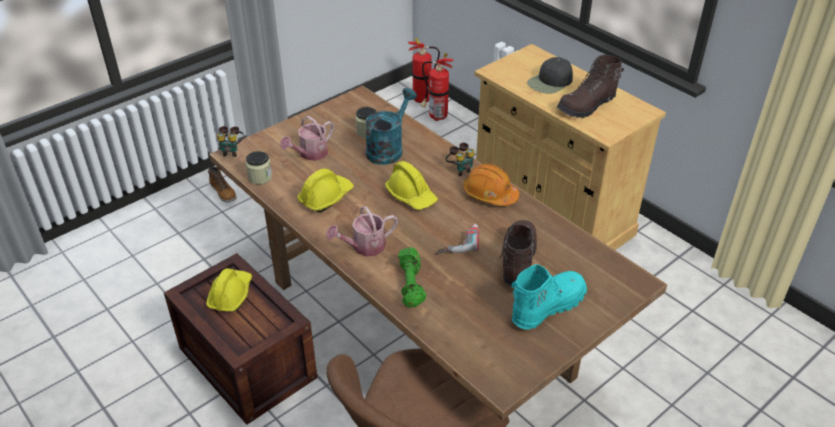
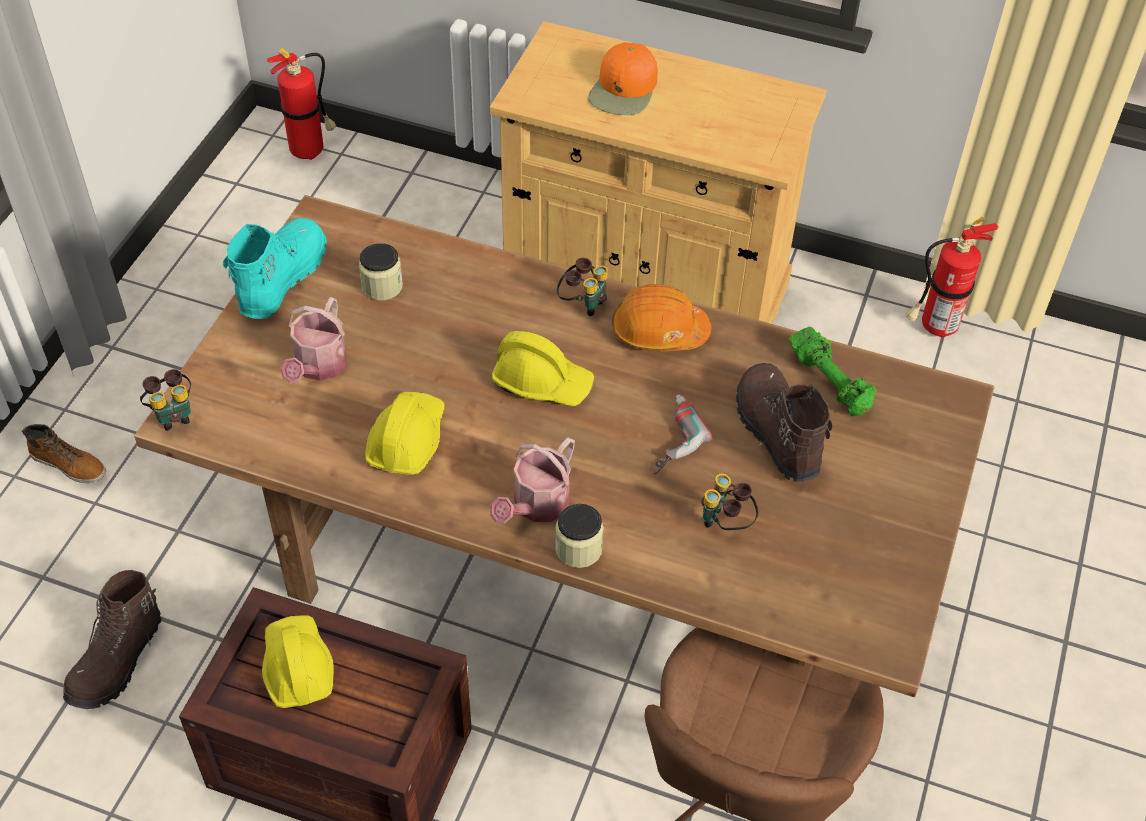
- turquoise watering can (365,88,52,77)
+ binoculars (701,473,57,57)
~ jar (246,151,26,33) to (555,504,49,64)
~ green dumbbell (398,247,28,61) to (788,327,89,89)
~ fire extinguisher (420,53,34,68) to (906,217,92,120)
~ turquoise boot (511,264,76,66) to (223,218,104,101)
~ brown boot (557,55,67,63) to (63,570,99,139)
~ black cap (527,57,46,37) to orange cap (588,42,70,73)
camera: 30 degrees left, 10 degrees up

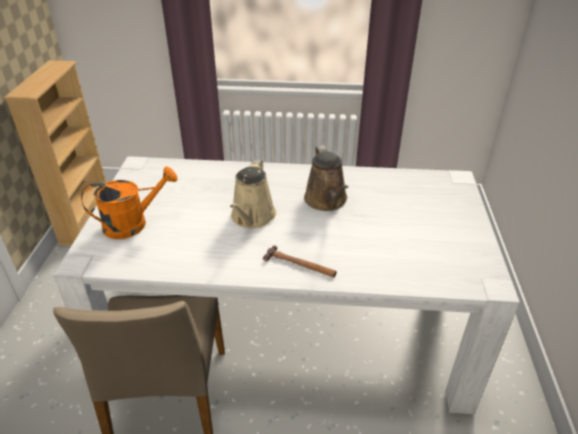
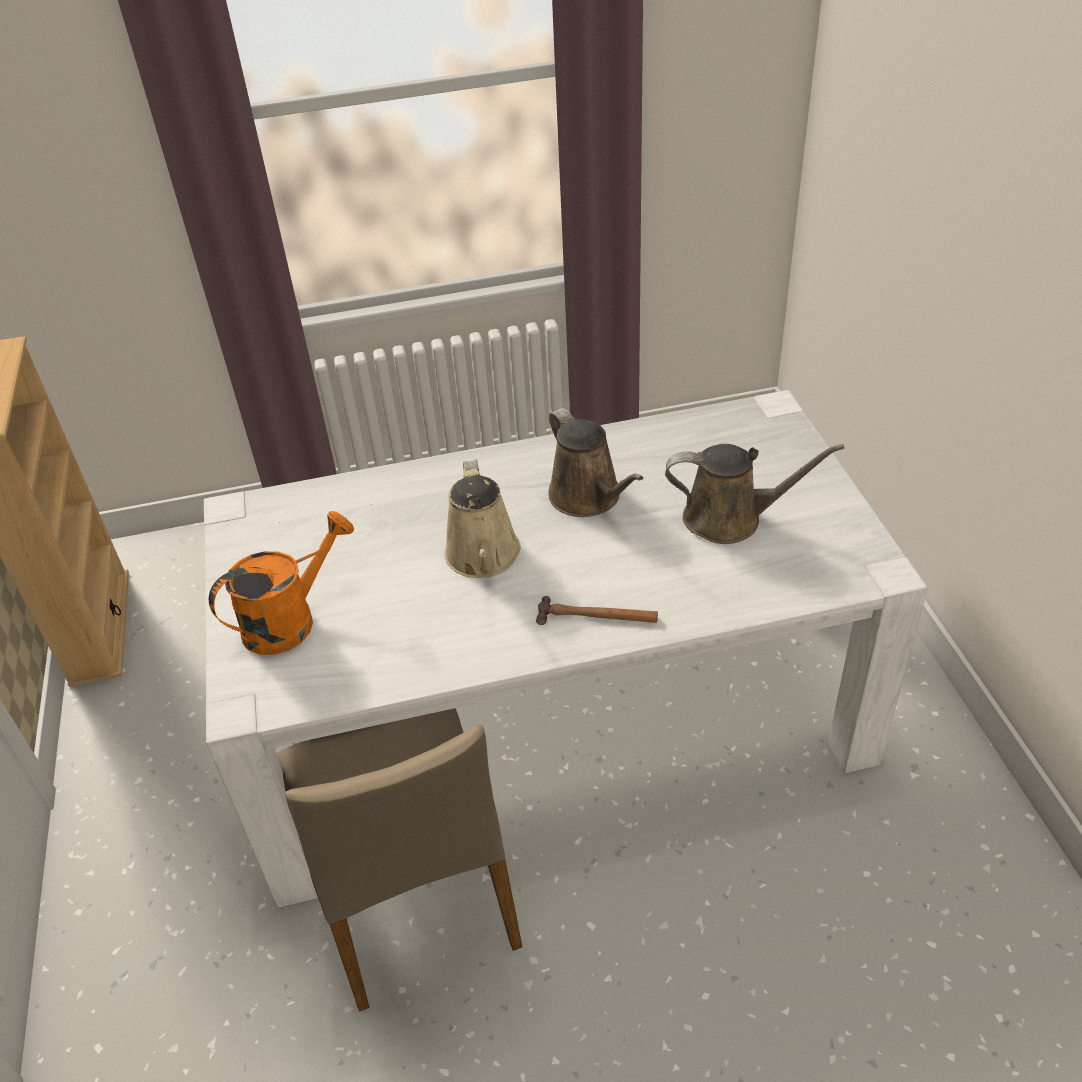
+ brown watering can (665,444,179,100)
camera: 15 degrees left, 5 degrees up

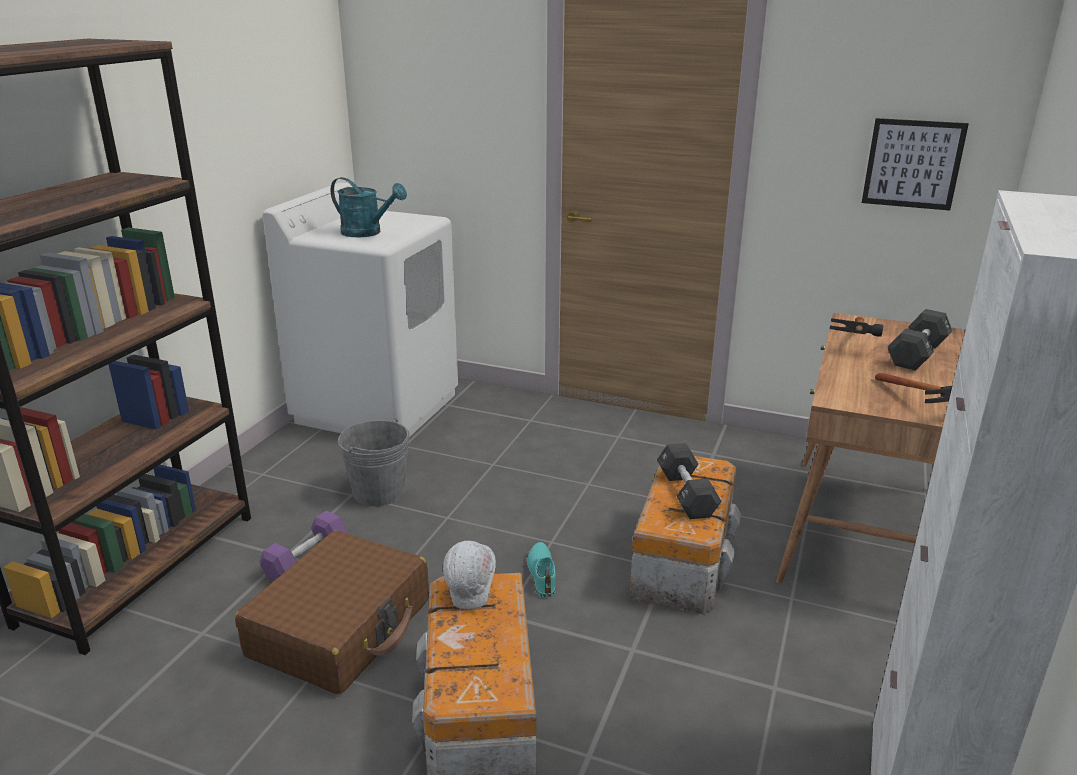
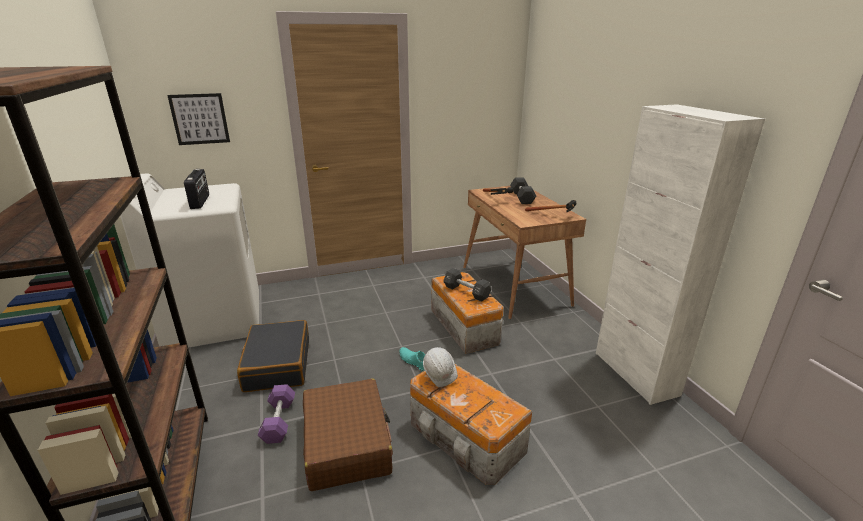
~ picture (862,118,107,93) to (167,93,63,52)
~ turquoise watering can (331,177,76,60) to radio (184,169,25,40)
~ grey bucket (338,419,72,87) to black suitcase (237,320,72,72)
camera: 40 degrees left, 0 degrees up

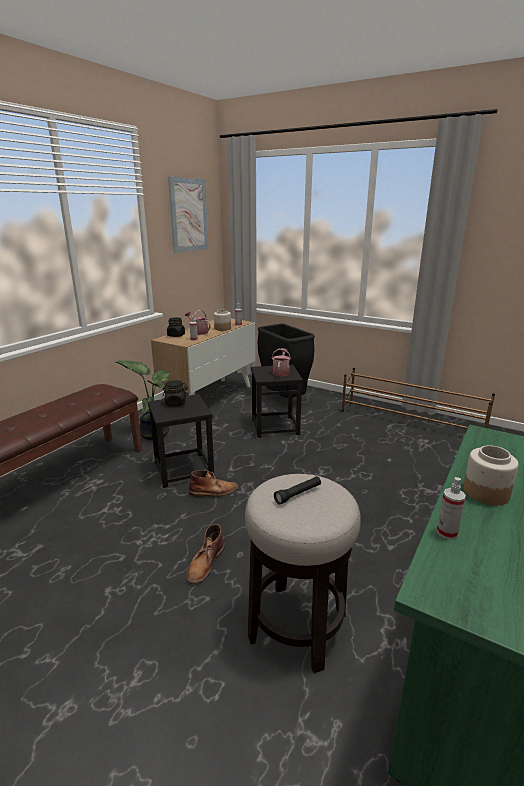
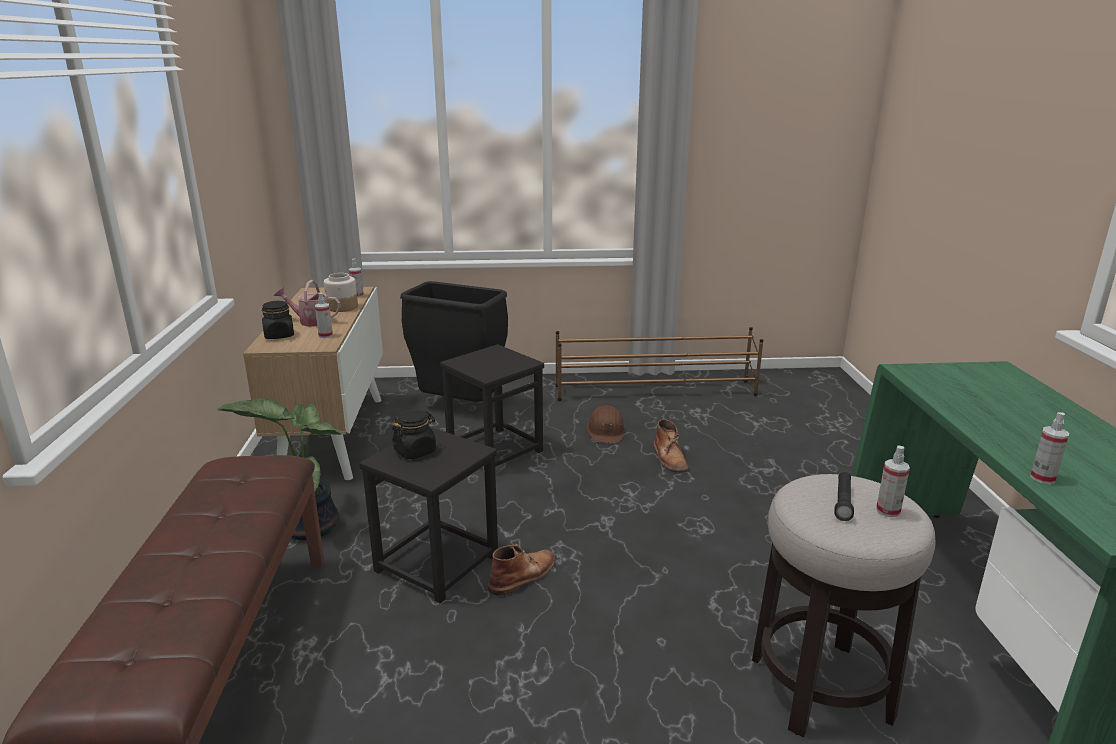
- picture (168,177,40,76)
- watering can (272,348,19,28)
- jar (463,445,56,61)
+ brown hard hat (587,405,38,38)
+ spray bottle (876,445,34,72)
~ brown boot (186,524,39,60) to (653,419,35,53)
camera: 35 degrees left, 0 degrees up

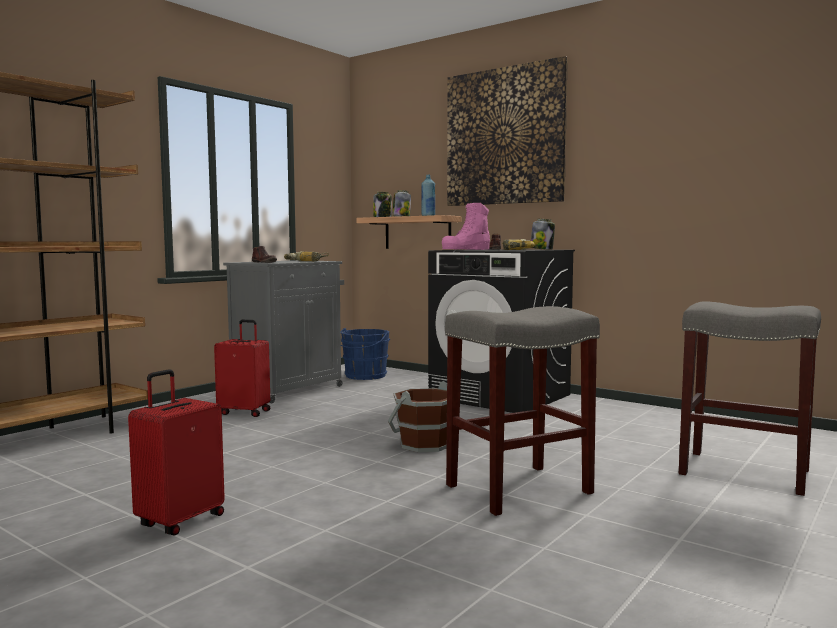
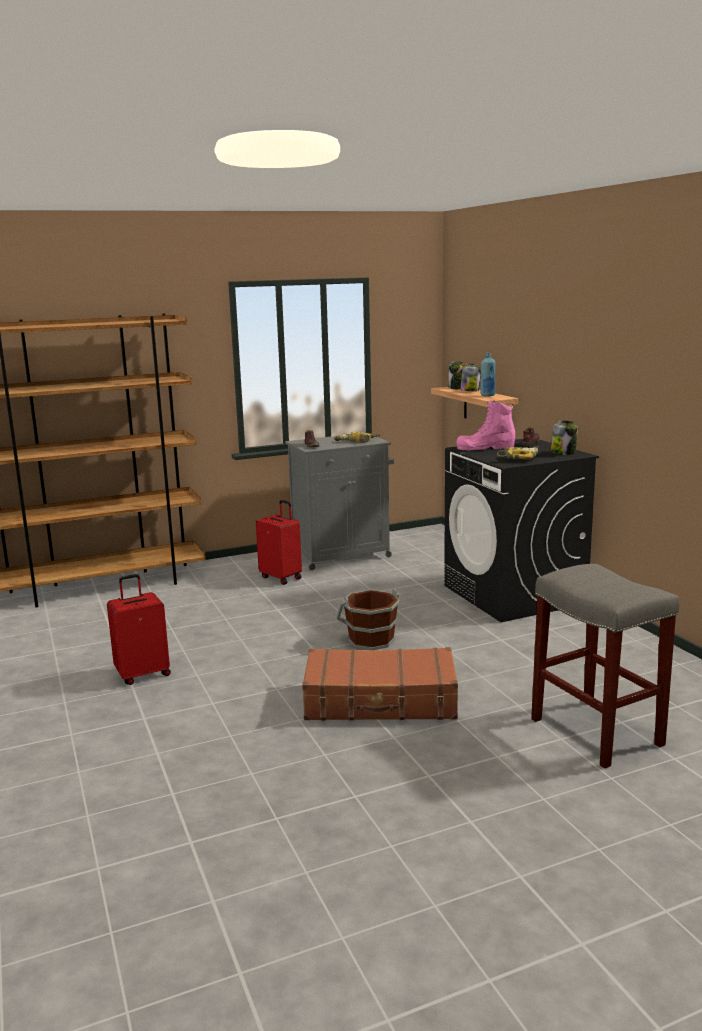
- blue bucket (341,328,49,52)
- picture (447,56,121,150)
~ grey stool (445,306,155,210) to brown suitcase (302,647,156,74)
camera: 30 degrees right, 10 degrees up

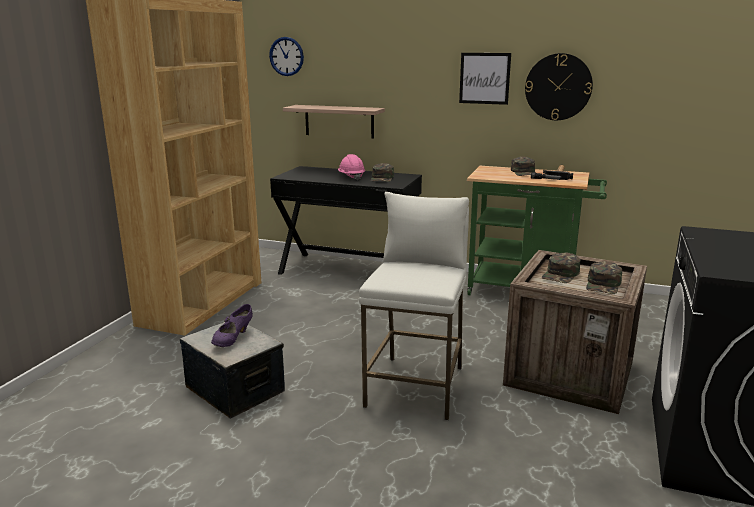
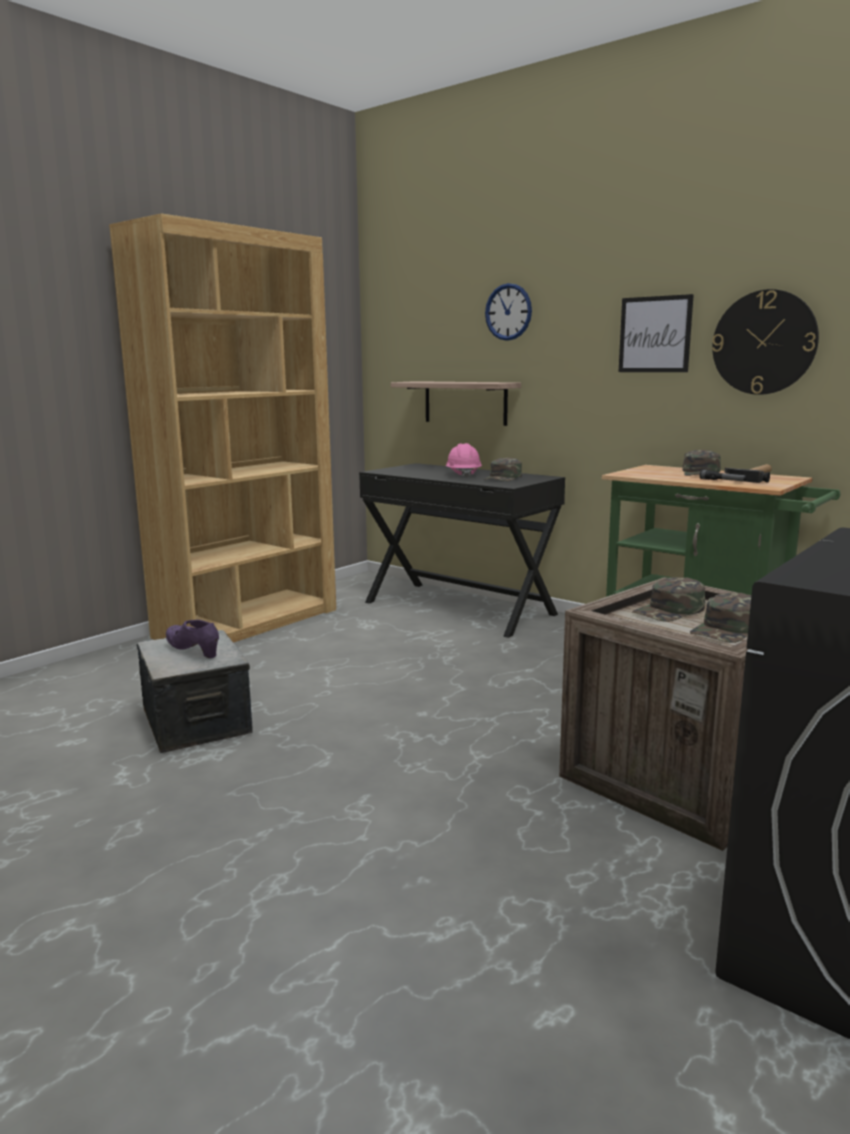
- white stool (359,192,110,228)
~ wall clock (269,37,35,39) to (485,283,47,58)
~ purple shoe (211,304,42,43) = (166,619,53,39) 90 degrees clockwise
camera: 20 degrees right, 5 degrees down

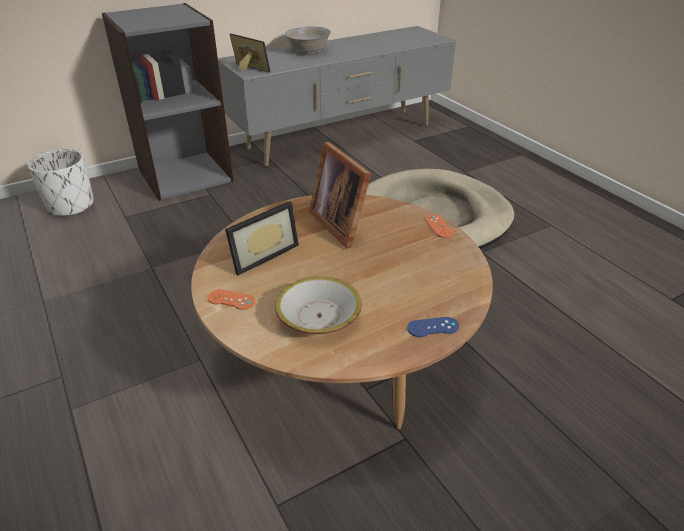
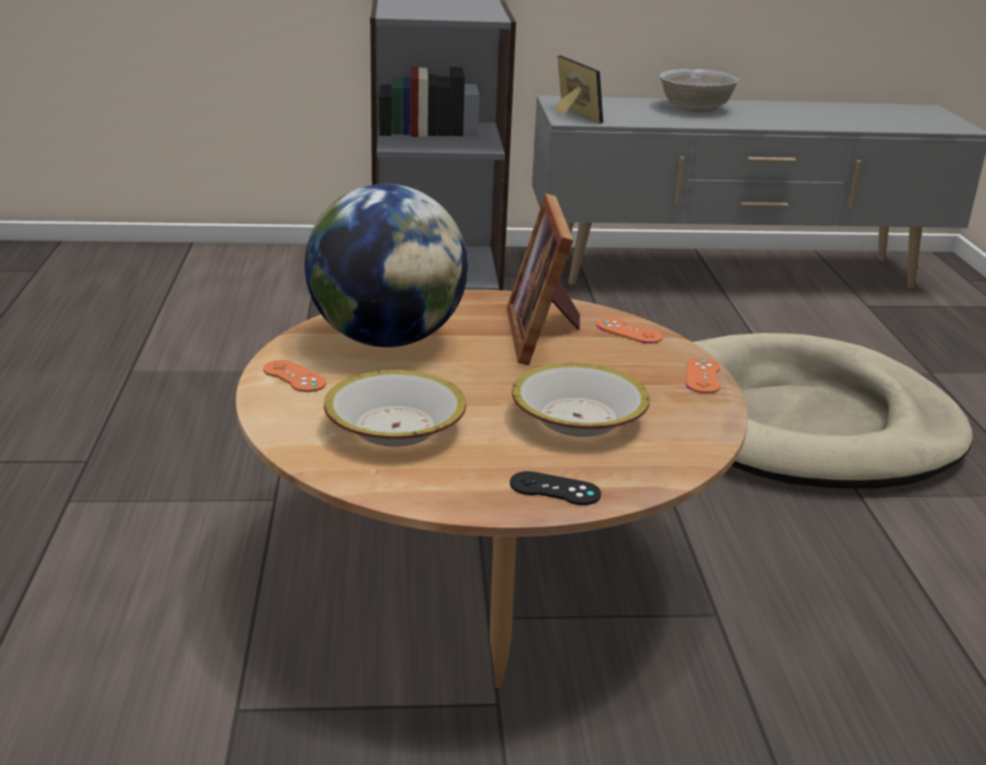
- white planter (27,149,67,67)
+ bowl (512,363,138,74)
+ orange game controller (597,318,66,26)
~ picture frame (225,201,74,74) to globe (305,184,163,163)
~ blue game controller (407,317,52,20) to black game controller (510,471,91,34)
camera: 25 degrees right, 10 degrees down

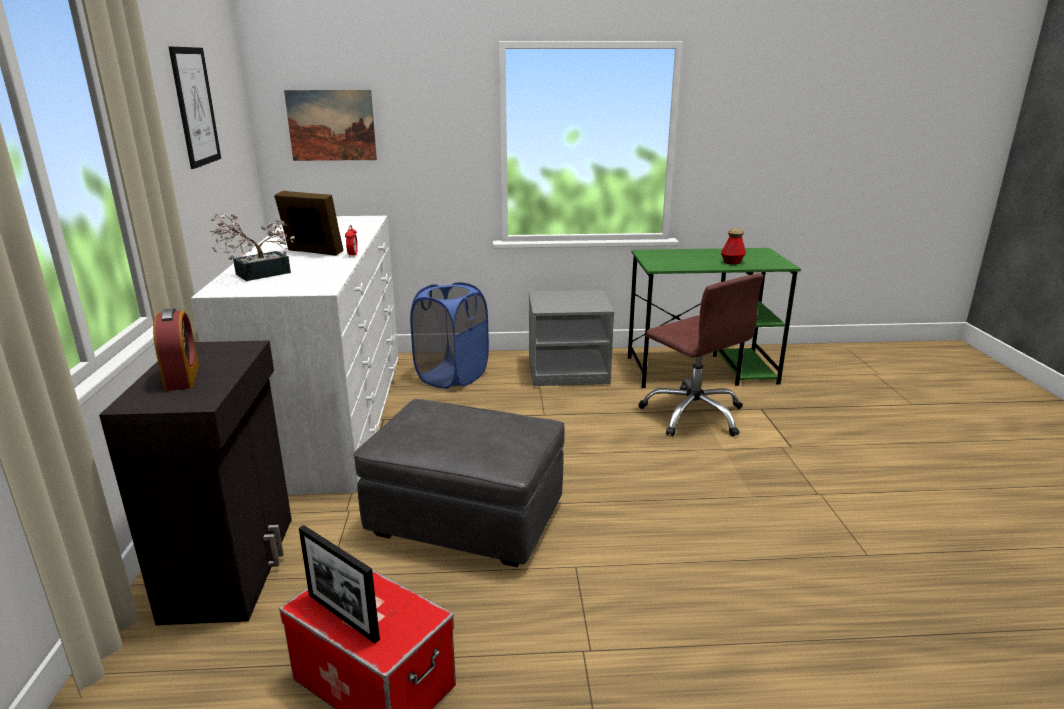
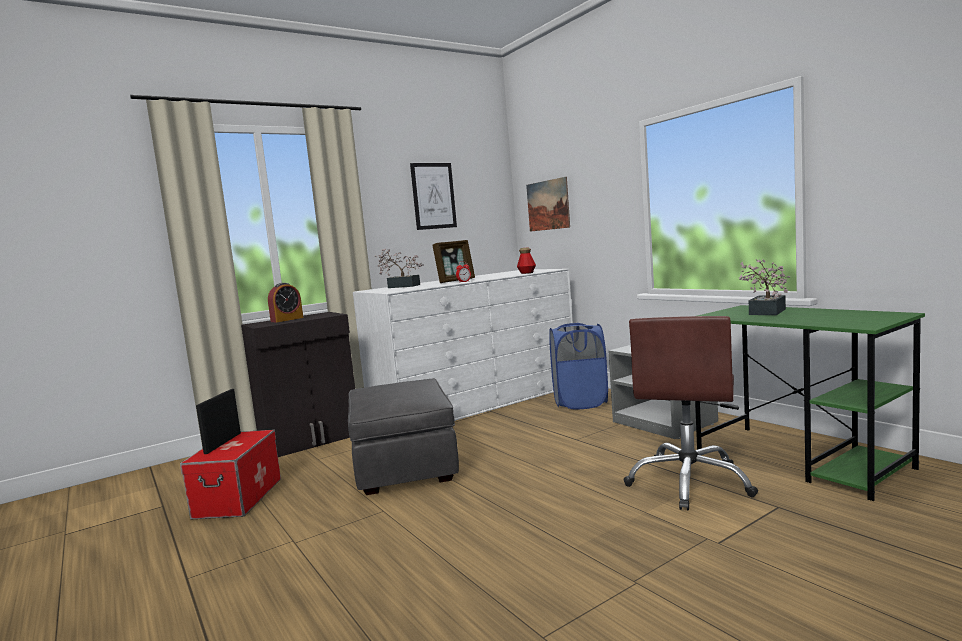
+ potted plant (739,259,52,56)
~ bottle (721,228,25,36) to (517,247,19,27)
~ picture frame (274,191,70,65) = (432,240,43,43) 60 degrees clockwise
camera: 60 degrees right, 15 degrees down

